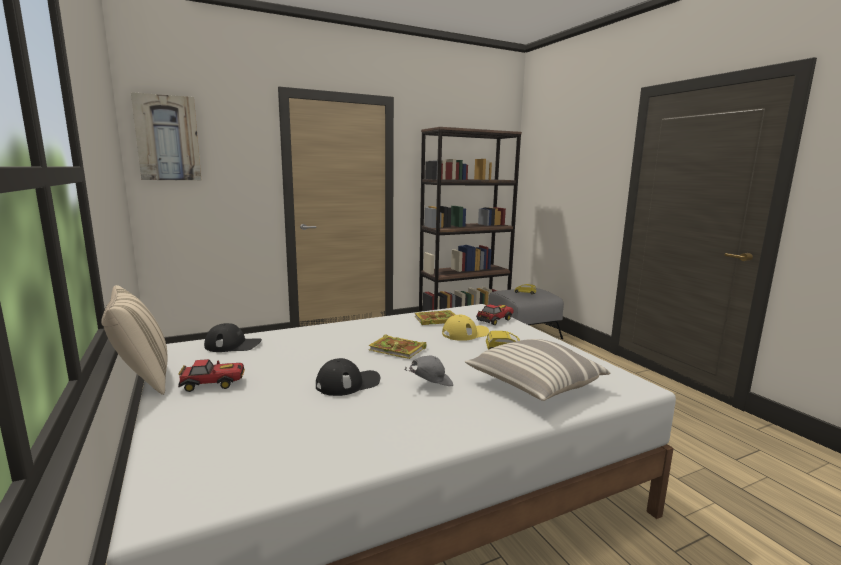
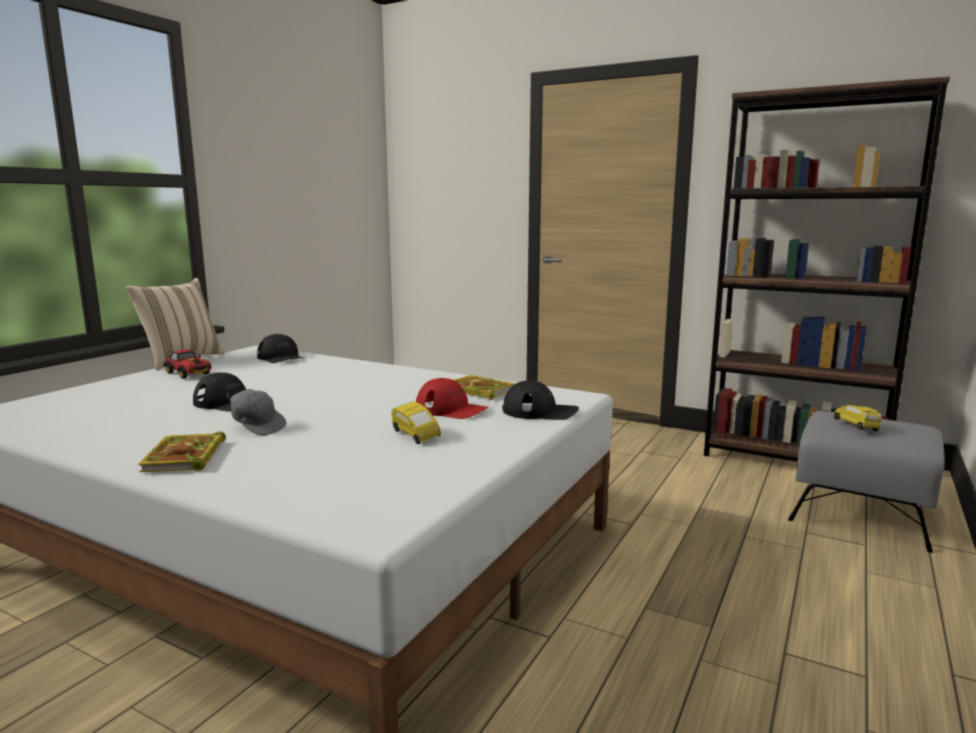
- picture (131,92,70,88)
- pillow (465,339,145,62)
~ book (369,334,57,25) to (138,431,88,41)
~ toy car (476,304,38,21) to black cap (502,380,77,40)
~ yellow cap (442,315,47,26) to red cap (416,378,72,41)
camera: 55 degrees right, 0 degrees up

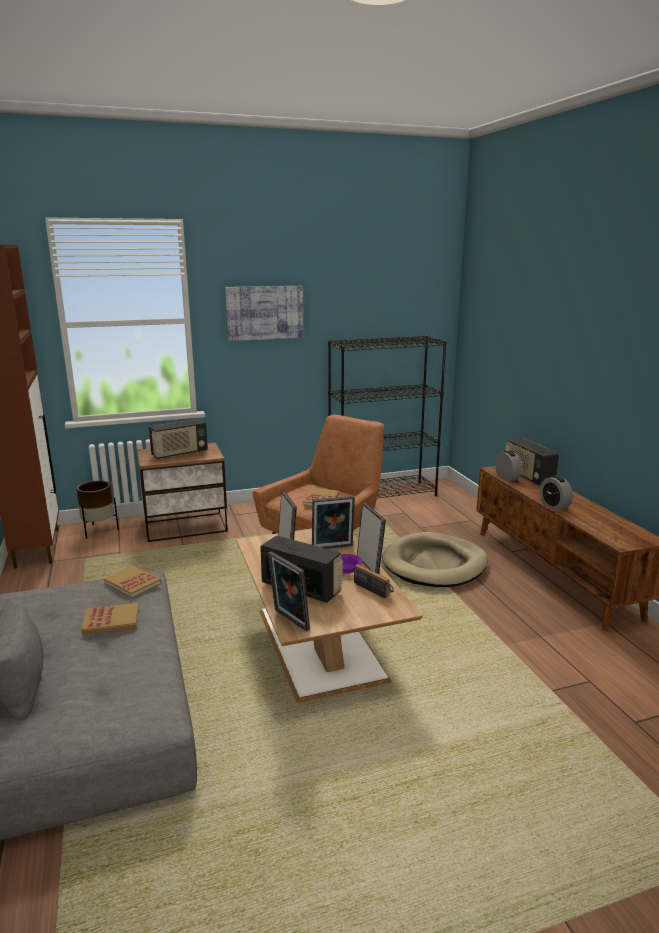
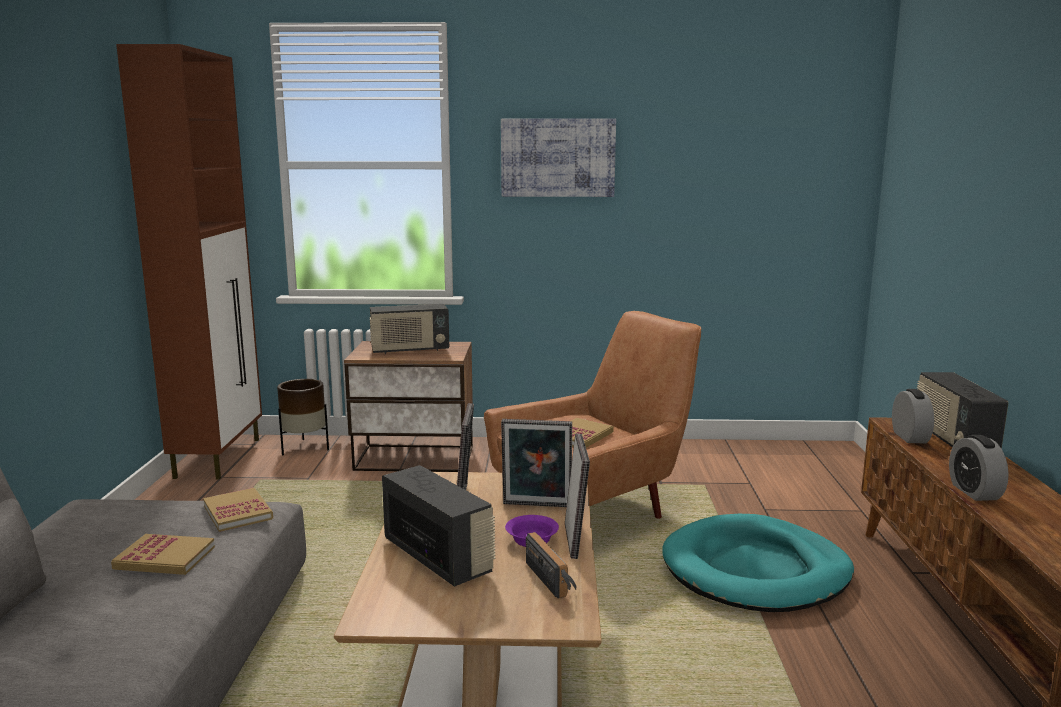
- picture frame (268,551,42,81)
- black bookcase (328,336,119,162)
~ beige dog bed (382,532,106,55) to turquoise dog bed (662,514,192,98)
camera: 20 degrees right, 5 degrees down

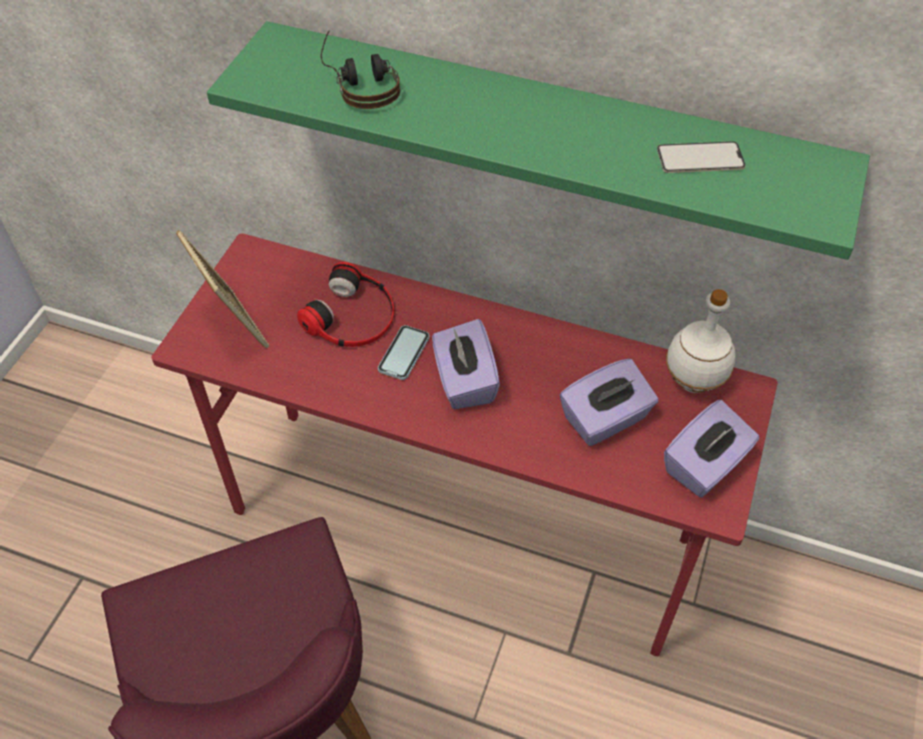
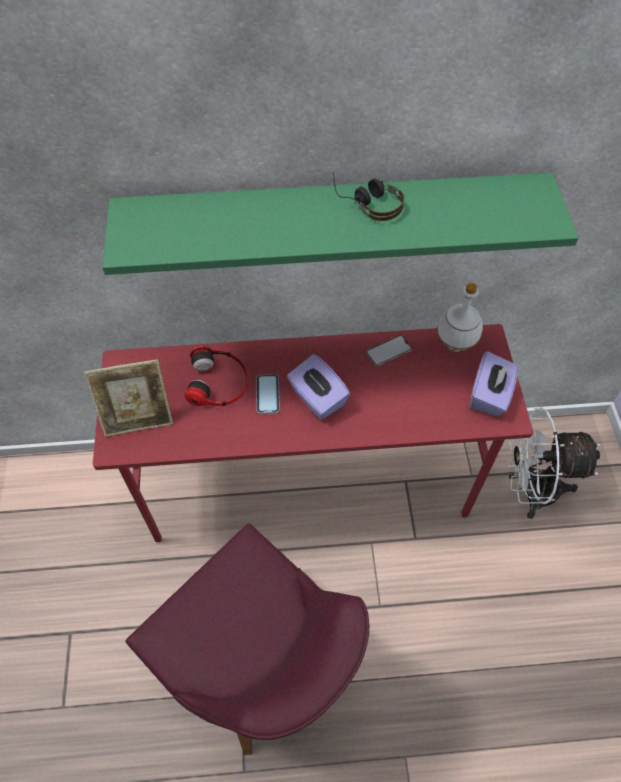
- purple tissue box (560,359,98,87)
+ white fan (506,407,94,112)
~ headphones (321,30,79,79) to (333,172,71,49)
~ phone (657,141,89,32) to (366,335,46,31)
~ picture frame (176,230,93,118) = (84,359,89,78) 135 degrees clockwise
camera: 25 degrees left, 5 degrees up

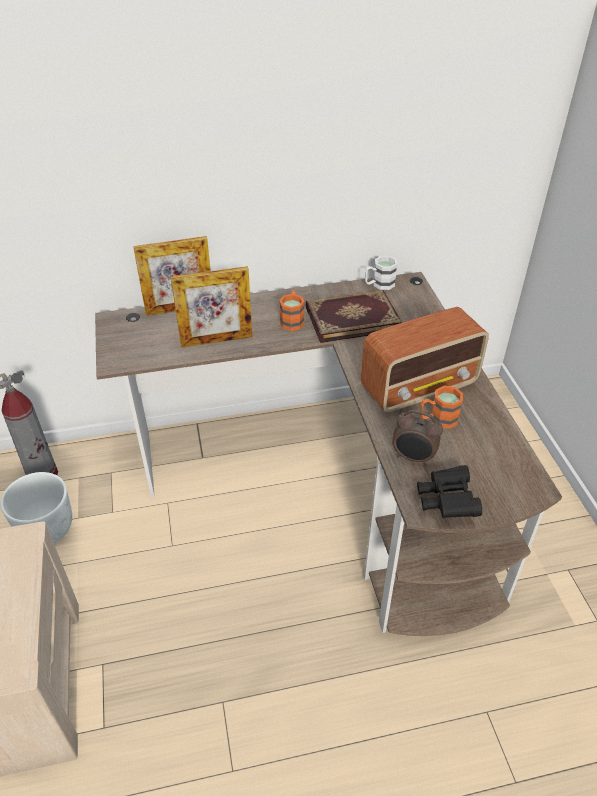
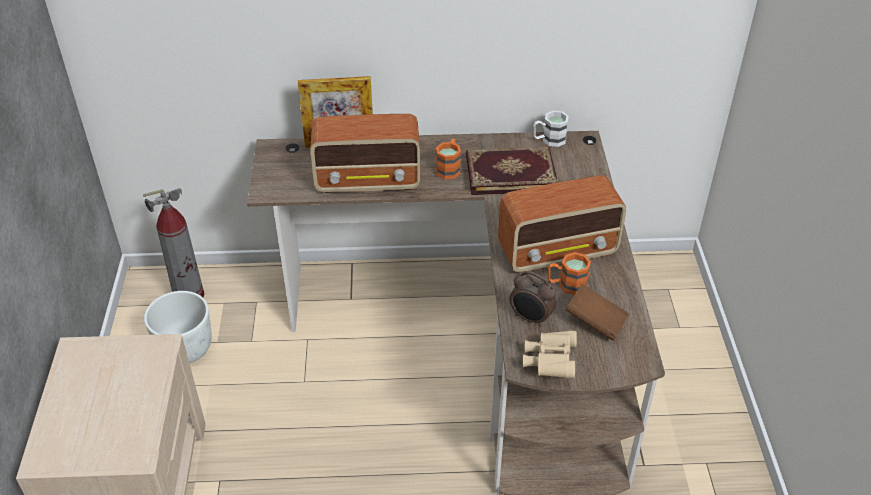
+ brown book (566,284,63,57)
~ picture frame (171,266,81,82) to radio (310,114,110,79)
~ black binoculars (417,465,65,53) to beige binoculars (523,330,54,48)
camera: 10 degrees right, 0 degrees up

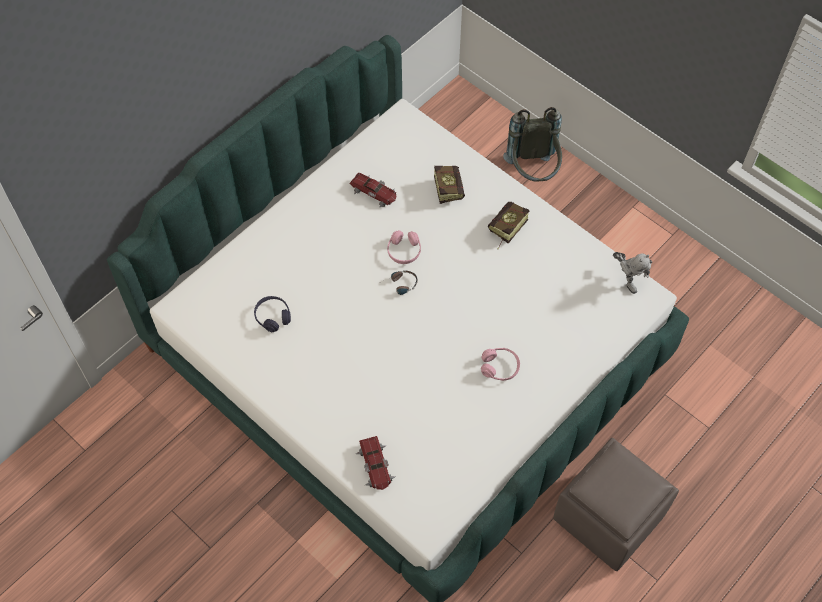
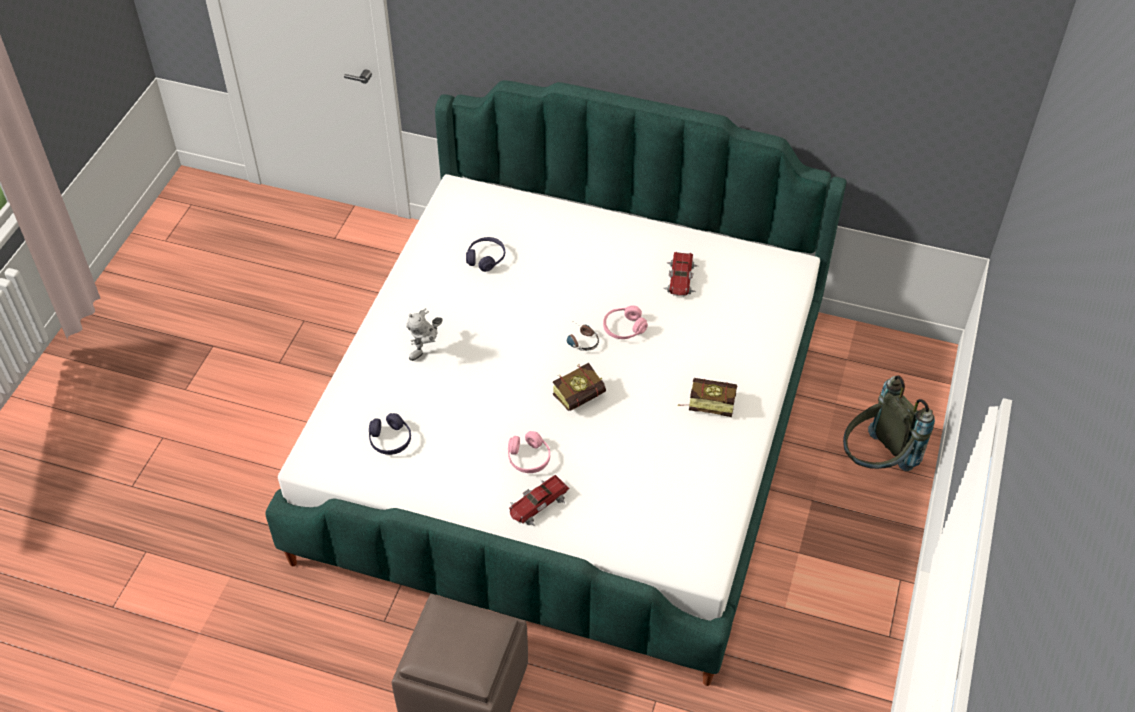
+ purple headphones (369,413,42,42)
~ toy car (356,436,40,54) to (509,475,61,51)
~ book (434,166,31,38) to (553,363,53,48)
~ toy robot (613,252,39,42) to (406,308,37,53)
camera: 65 degrees right, 10 degrees down

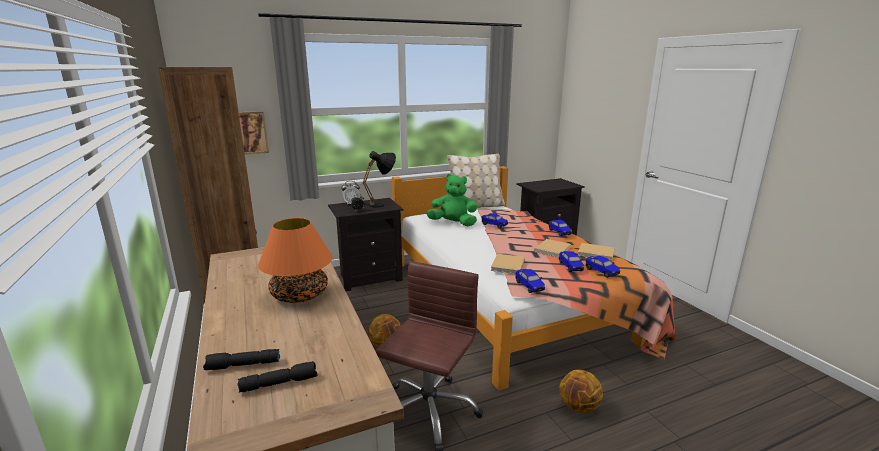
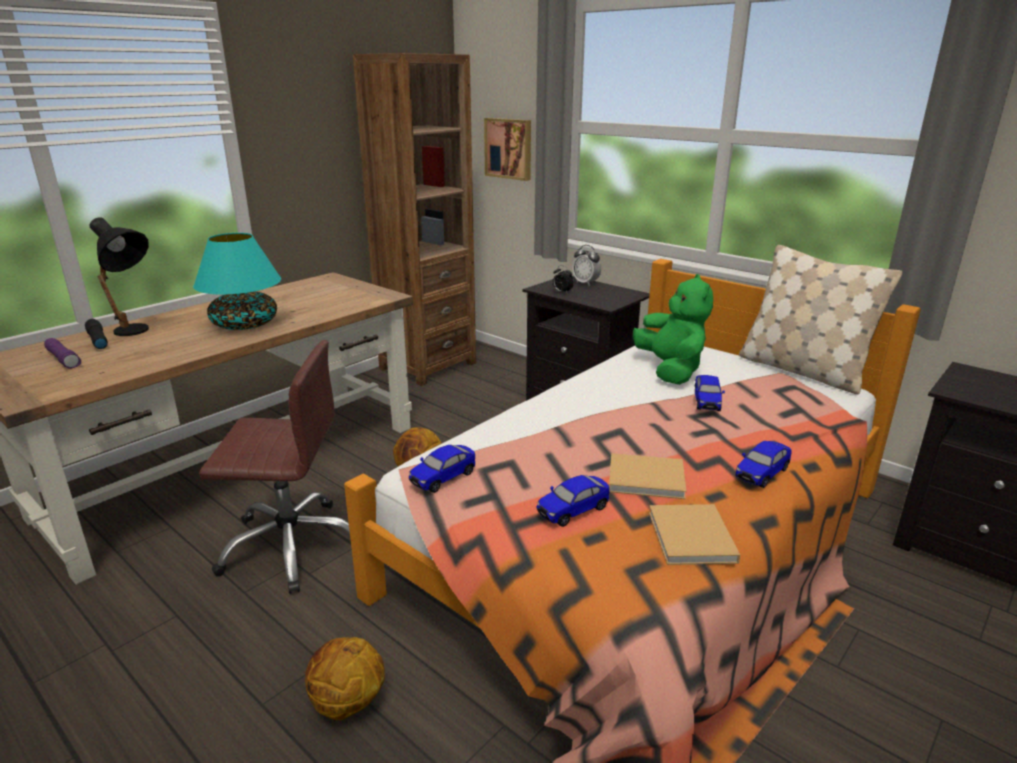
- beige book (491,254,34,20)
- toy car (586,256,34,22)
~ black table lamp (362,151,34,57) to (89,217,60,119)
~ black flashlight (237,361,80,32) to purple flashlight (44,338,37,31)
~ orange table lamp (258,218,75,85) to turquoise table lamp (193,233,88,97)
camera: 65 degrees right, 5 degrees up

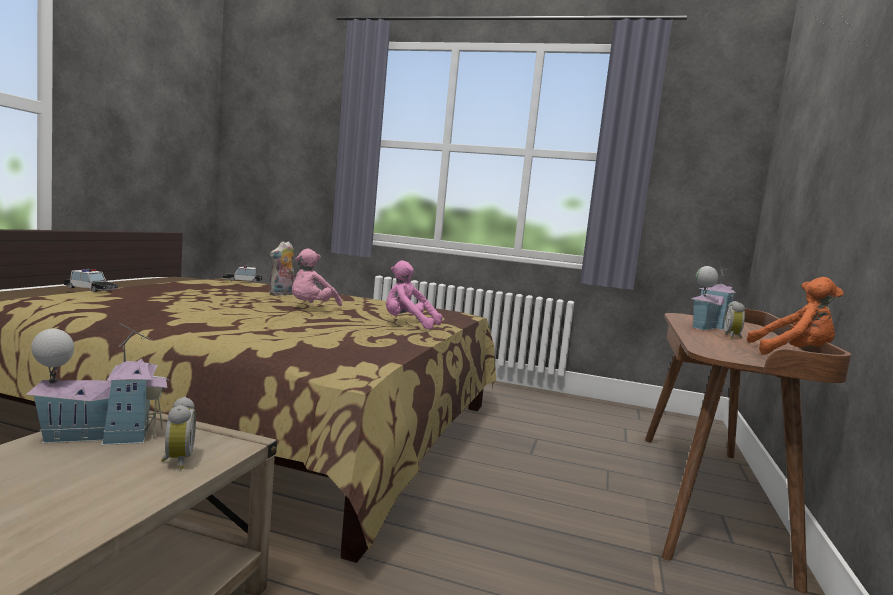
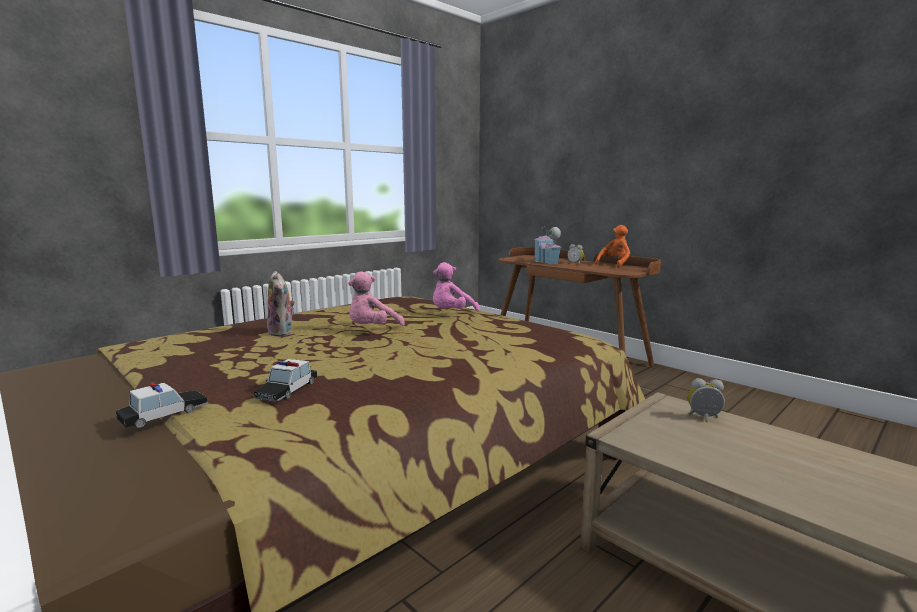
- toy house (27,324,143,121)
~ toy car (222,265,40,18) to (254,359,63,42)
~ pink plush toy (292,248,50,58) = (348,271,57,55) 75 degrees clockwise
camera: 60 degrees left, 5 degrees up

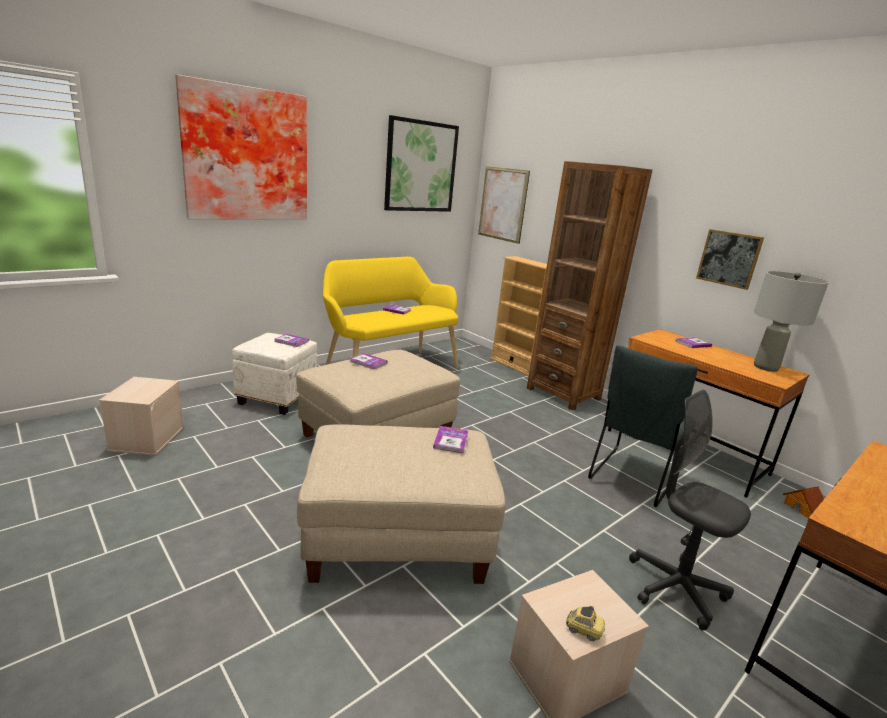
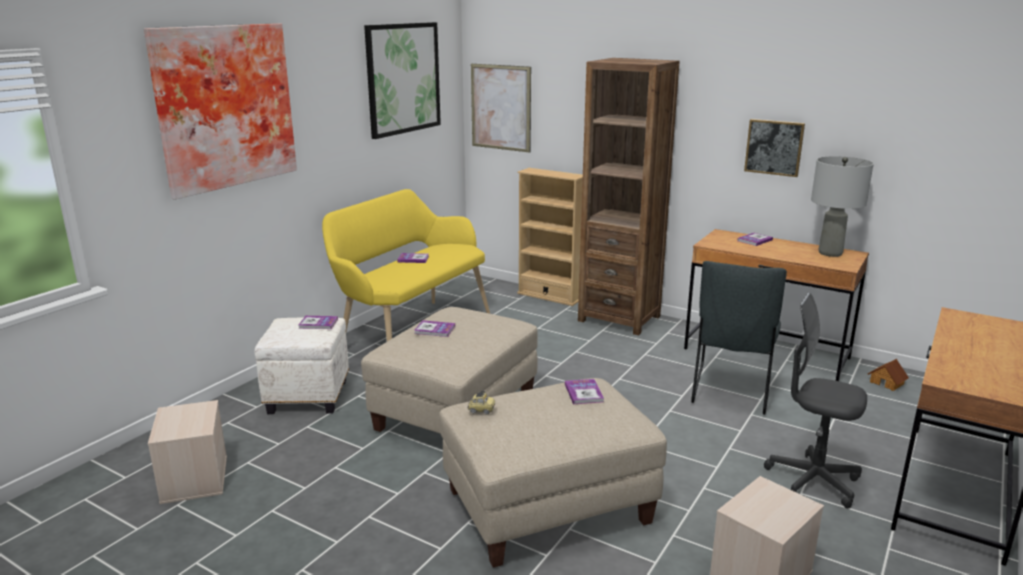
~ toy car (566,606,39,35) to (467,390,28,25)
camera: 15 degrees left, 0 degrees up

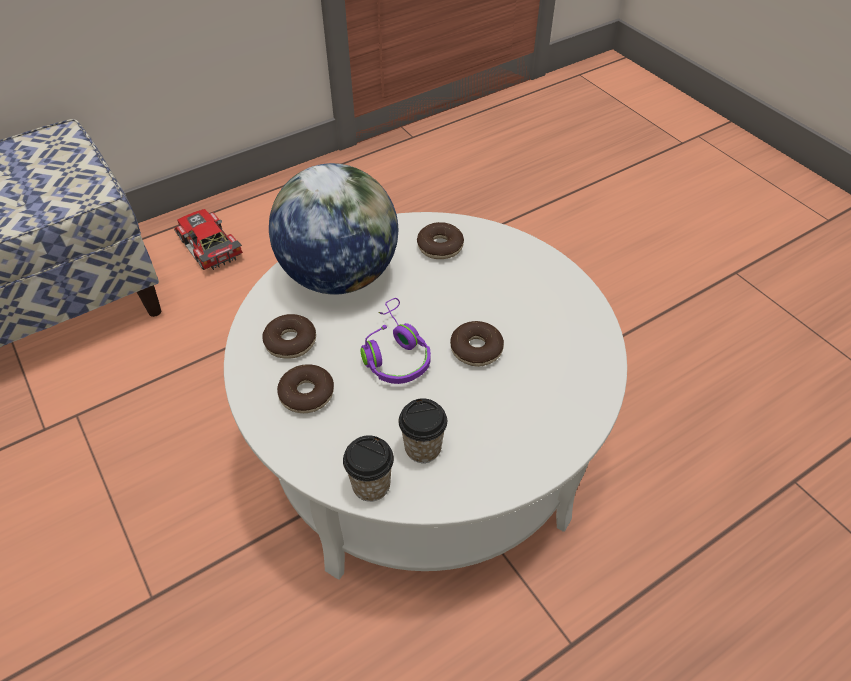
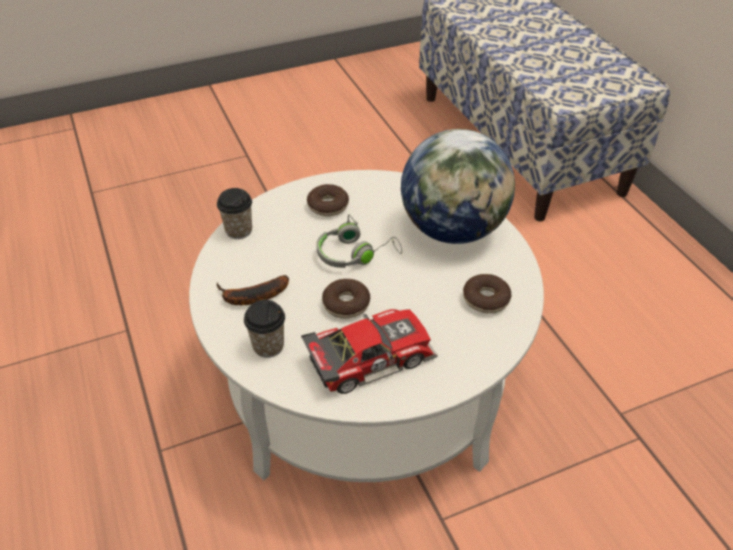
- donut (262,314,54,45)
+ banana (216,275,73,30)
~ toy car (174,209,69,61) to (301,309,137,85)
~ cup (399,398,48,65) to (244,300,41,58)
~ purple headphones (360,298,71,86) to grey headphones (316,214,86,54)
camera: 100 degrees right, 5 degrees down

